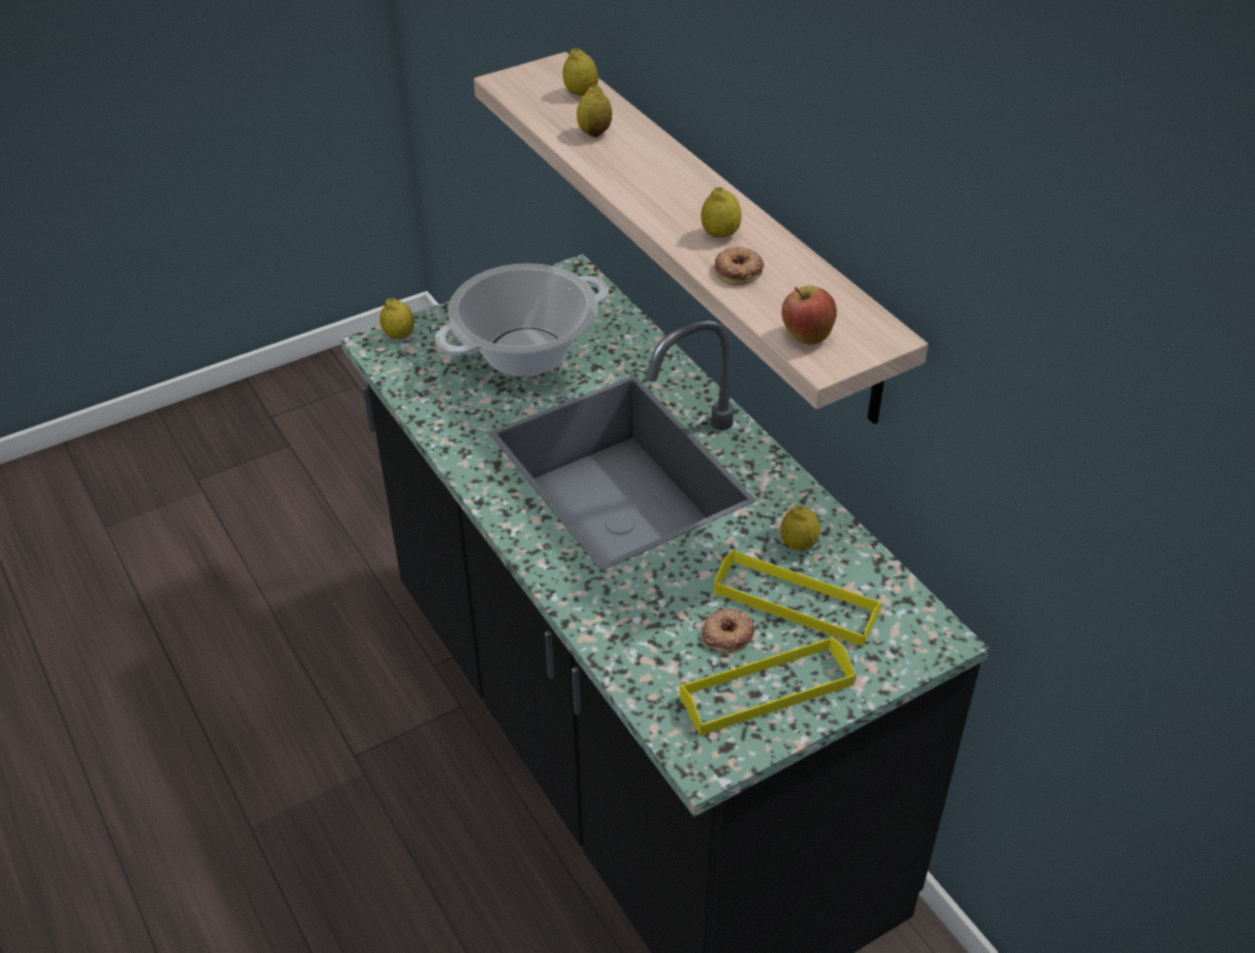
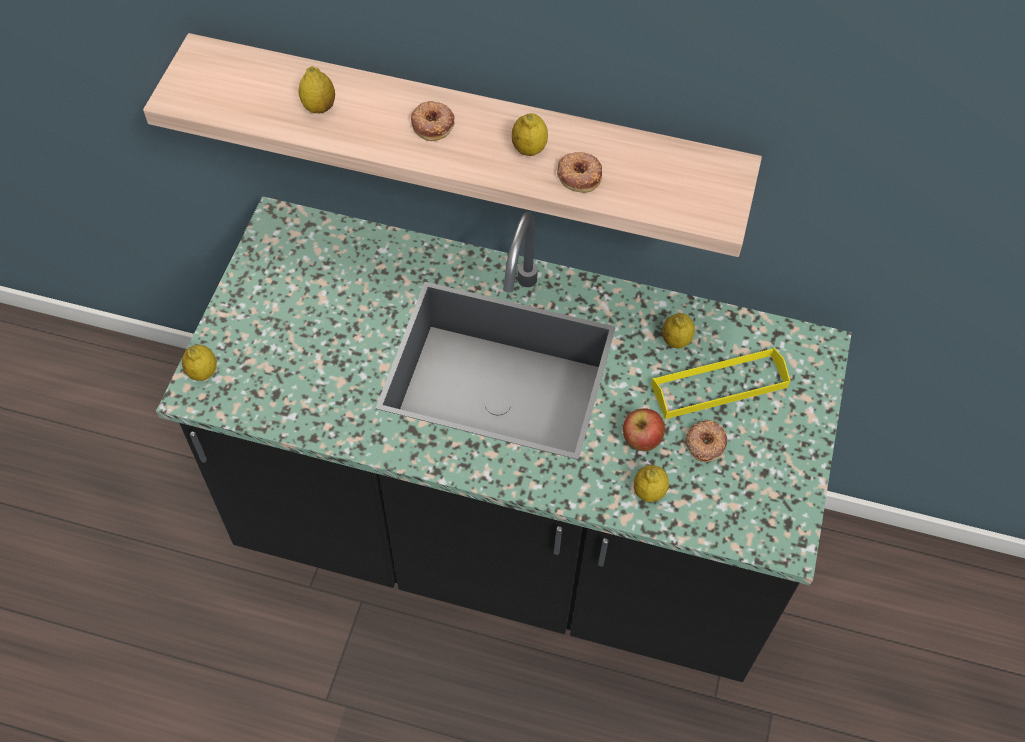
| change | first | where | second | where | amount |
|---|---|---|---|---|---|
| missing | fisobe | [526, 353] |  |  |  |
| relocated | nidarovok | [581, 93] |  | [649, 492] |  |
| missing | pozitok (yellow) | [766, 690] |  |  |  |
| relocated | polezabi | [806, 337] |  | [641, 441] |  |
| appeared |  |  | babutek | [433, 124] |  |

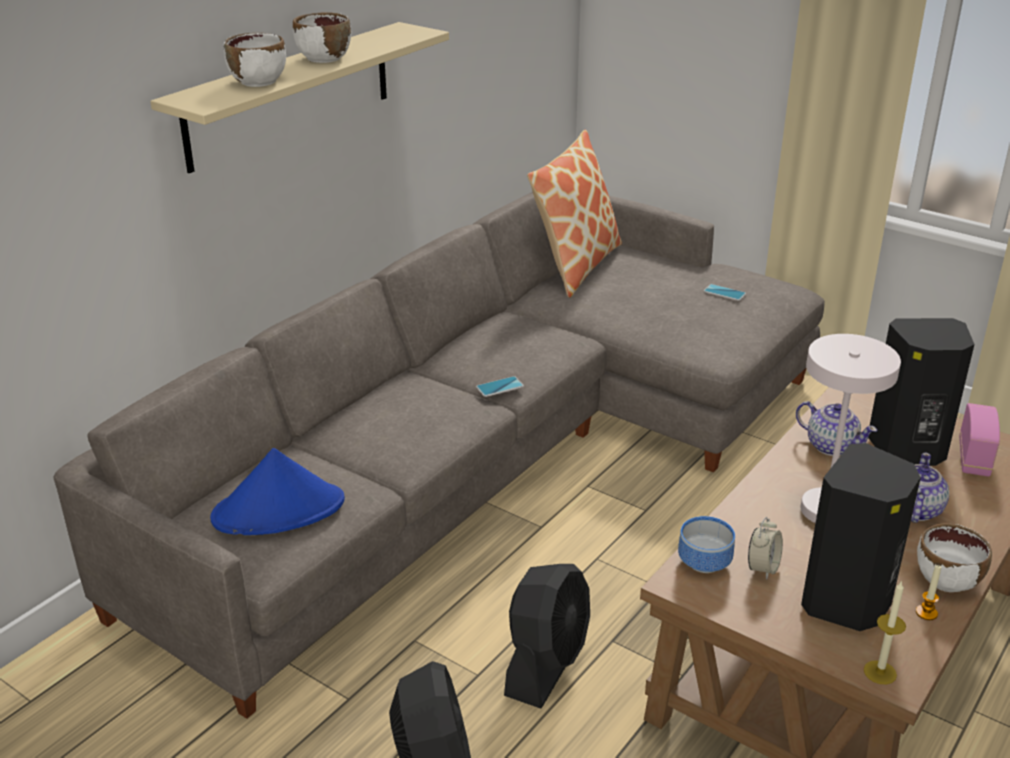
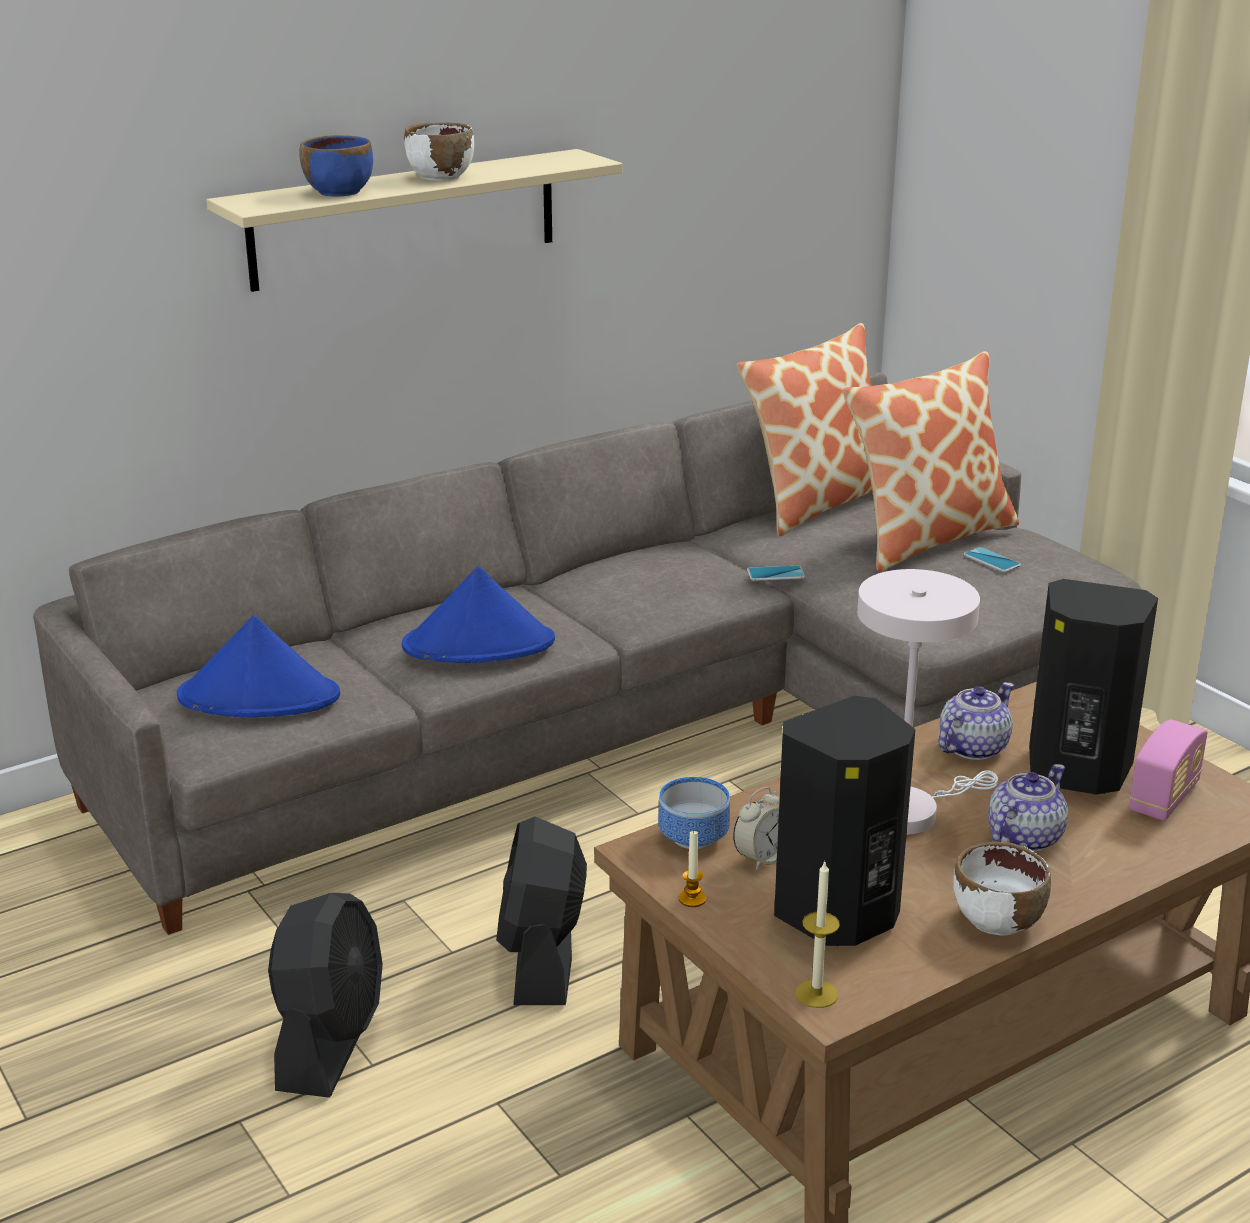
| change | first | where | second | where | amount |
|---|---|---|---|---|---|
| colour | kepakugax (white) | [258, 81] | kepakugax (blue) | [339, 192] |  |
| relocated | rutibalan | [499, 387] |  | [775, 574] |  |
| spun | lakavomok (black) | [547, 663] |  | [542, 959] | 135 degrees clockwise |
| spun | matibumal | [831, 446] |  | [972, 748] | 105 degrees counterclockwise |
| relocated | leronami | [926, 613] |  | [692, 899] |  |
| appeared |  |  | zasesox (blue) | [479, 644] |  |
| appeared |  |  | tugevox | [927, 537] |  |

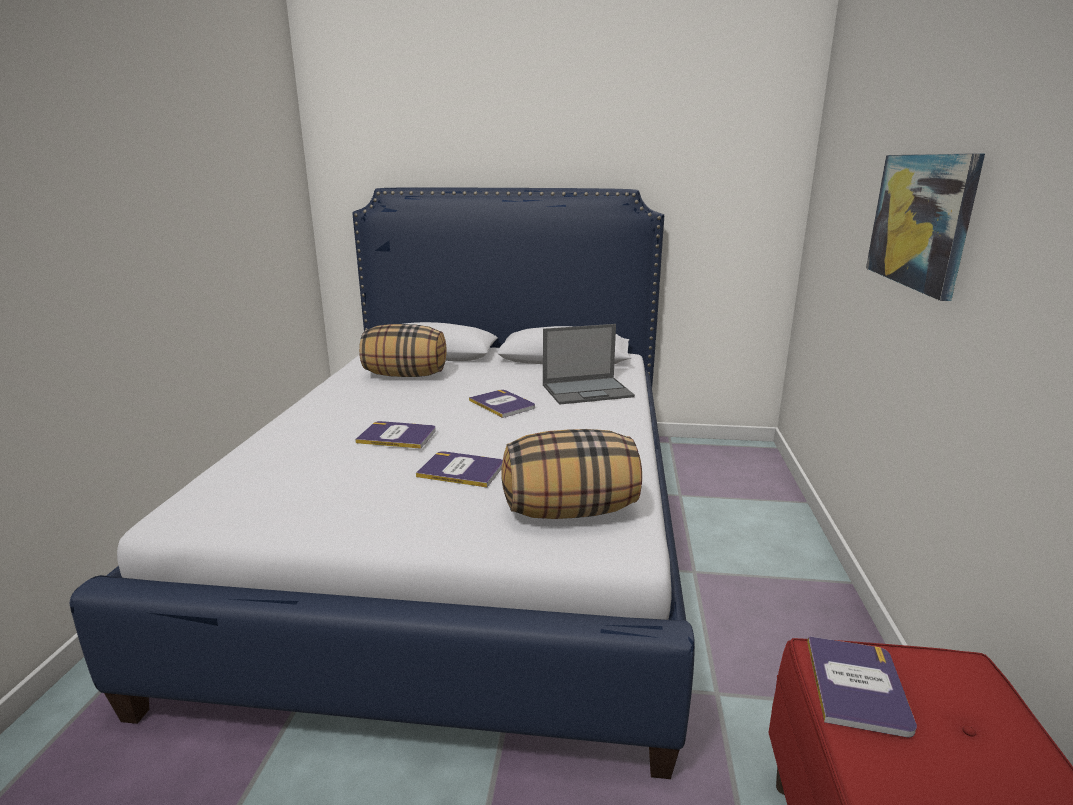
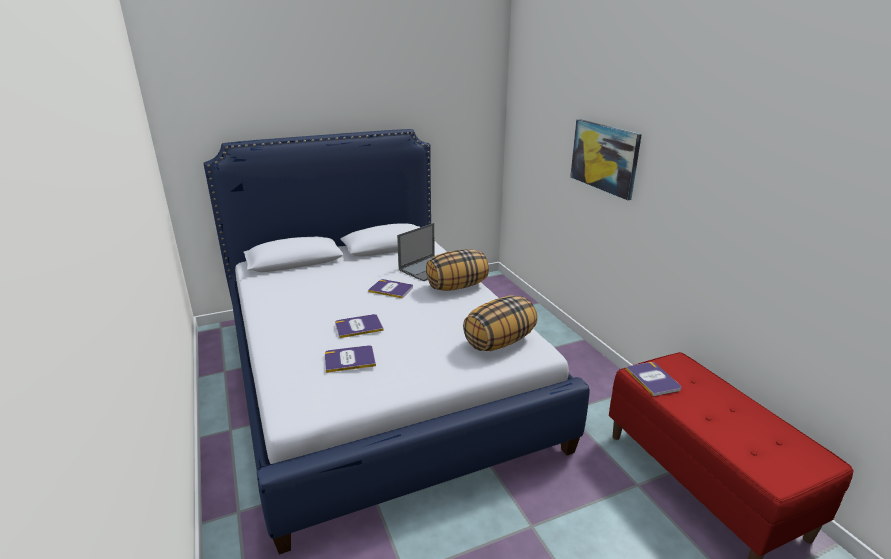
| change | first | where | second | where | amount |
|---|---|---|---|---|---|
| relocated | tugevox | [406, 375] |  | [457, 286] |  |
| relocated | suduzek | [461, 470] |  | [349, 359] |  |

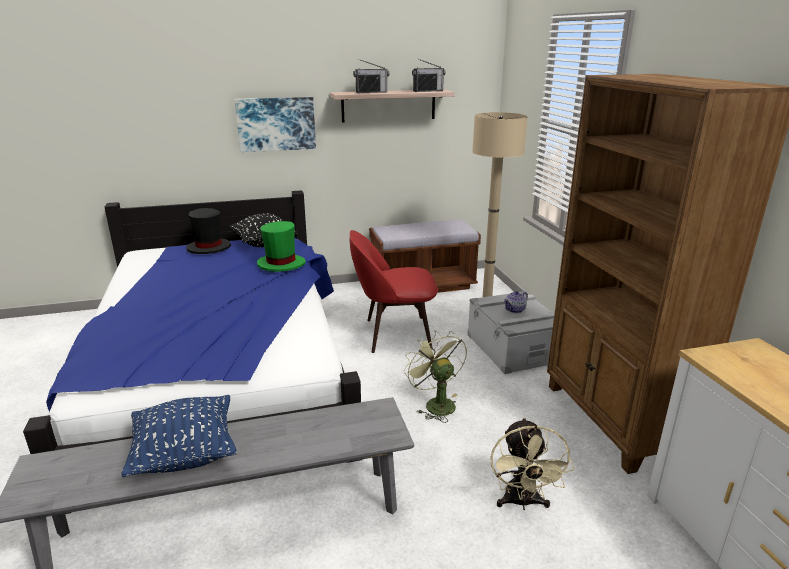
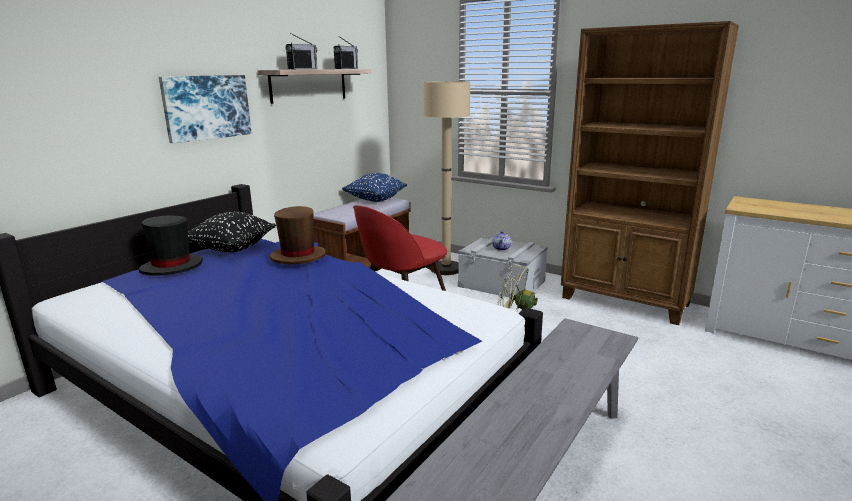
| change | first | where | second | where | amount |
|---|---|---|---|---|---|
| relocated | tugevox (blue) | [185, 454] |  | [375, 200] |  |
| colour | zasesox (green) | [281, 264] | zasesox (brown) | [298, 257] |  |
| missing | lakavomok (beige) | [522, 502] |  |  |  |

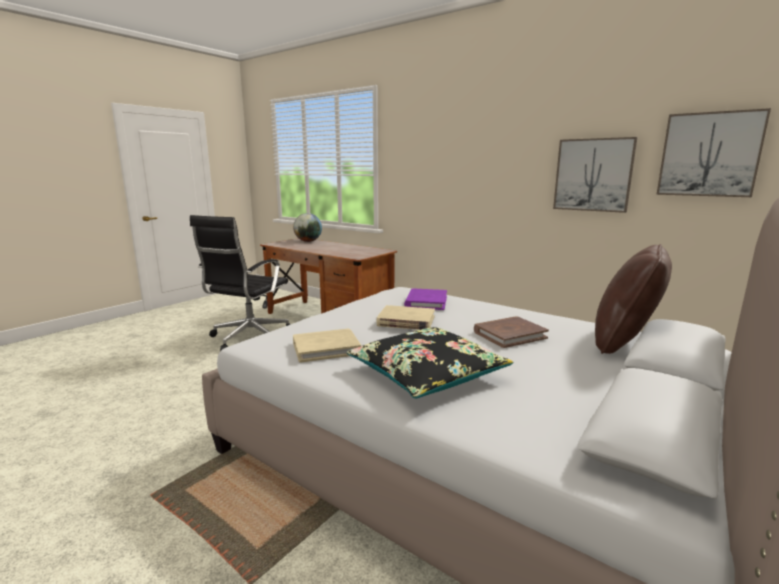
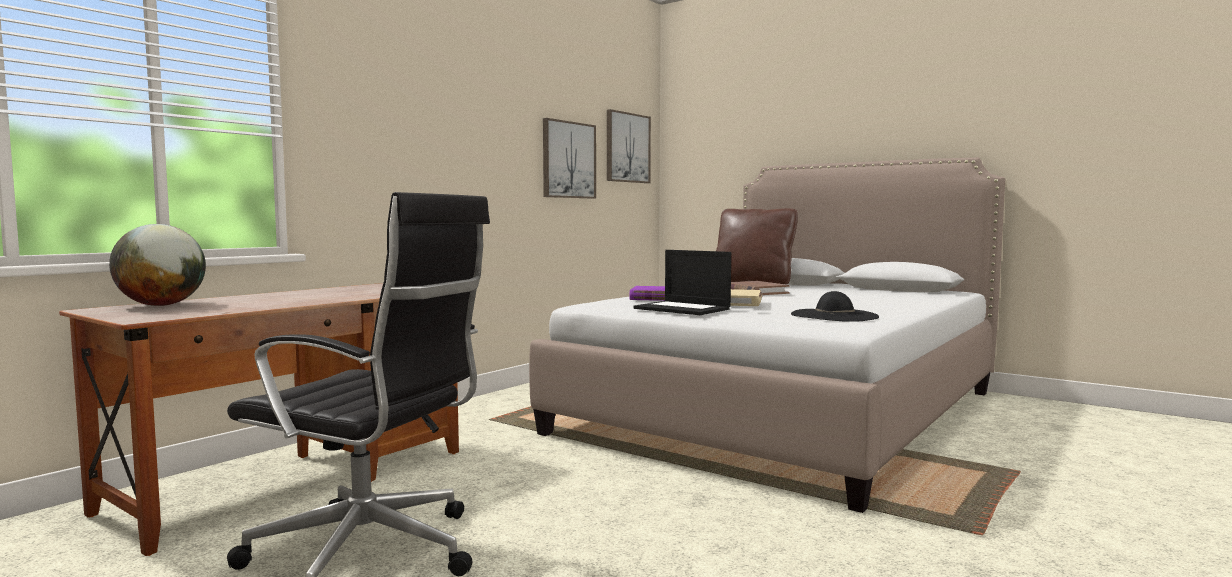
| change | first | where | second | where | amount |
|---|---|---|---|---|---|
| exchanged | suduzek (beige) | [326, 348] | zasesox (black) | [834, 315] |  |
| missing | tugevox (black) | [426, 374] |  |  |  |
| appeared |  |  | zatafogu | [683, 309] |  |

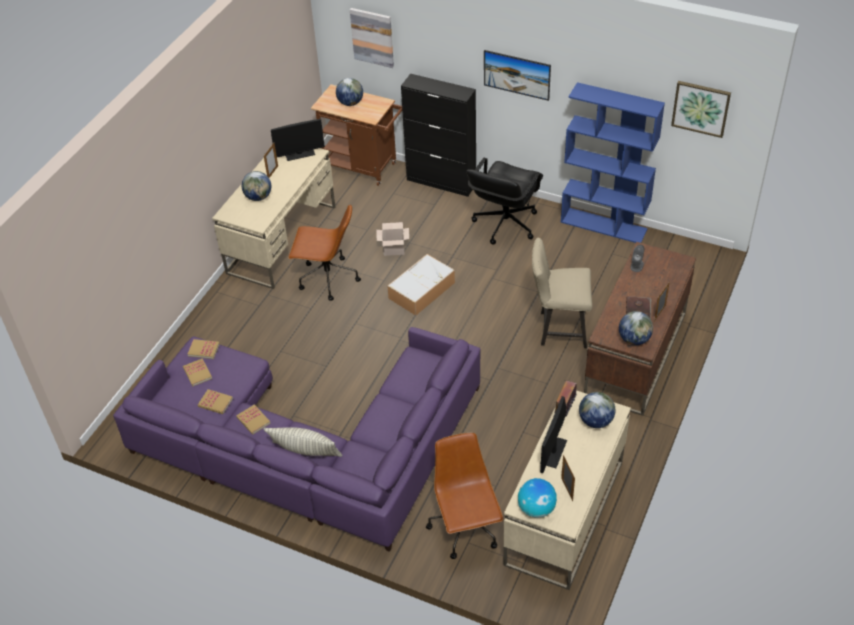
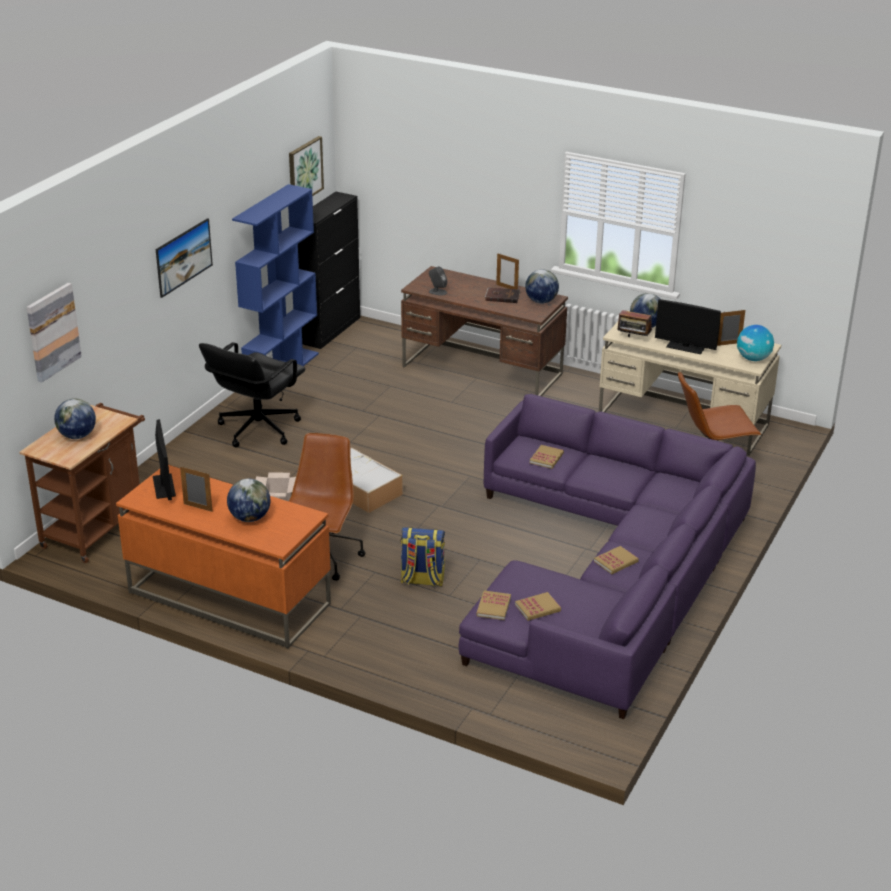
| change | first | where | second | where | amount |
|---|---|---|---|---|---|
| relocated | suduzek | [215, 402] |  | [546, 458] |  |
| colour | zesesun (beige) | [282, 239] | zesesun (orange) | [228, 598] |  |
| missing | tugevox | [305, 453] |  |  |  |
| relocated | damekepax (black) | [441, 182] |  | [330, 330] |  |
| spun | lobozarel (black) | [504, 224] |  | [257, 429] | 90 degrees clockwise |
| missing | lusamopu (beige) | [558, 329] |  |  |  |
| appeared |  |  | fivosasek | [422, 580] |  |

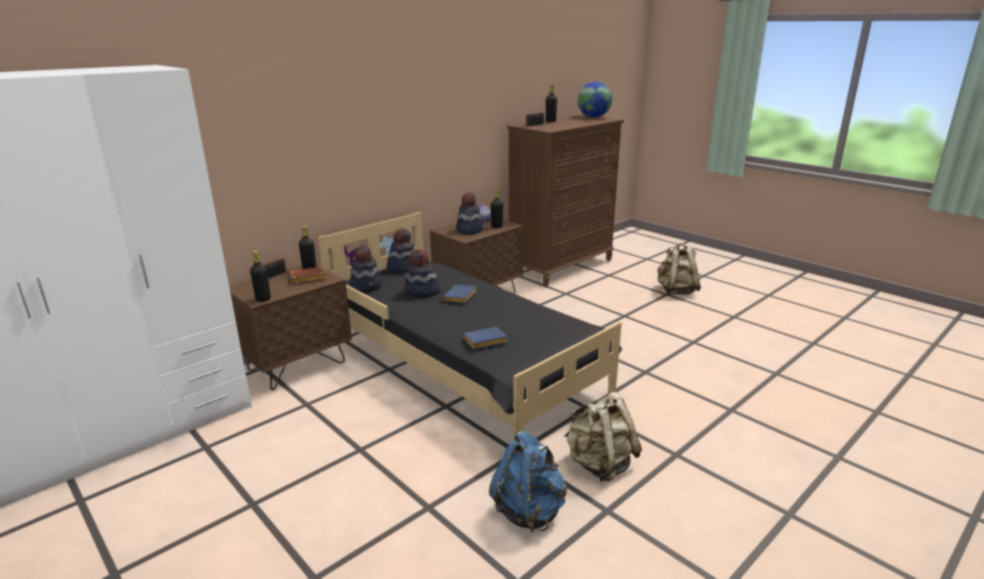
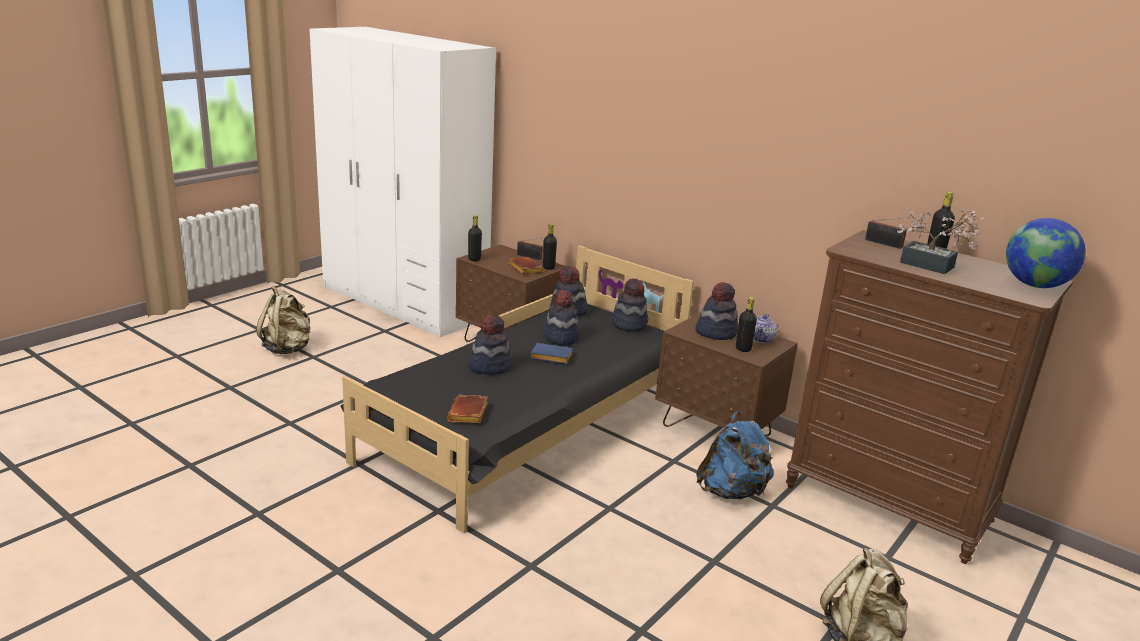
| change | first | where | second | where | amount |
|---|---|---|---|---|---|
| missing | suduzek (blue) | [484, 342] |  |  |  |
| relocated | fivosasek (blue) | [529, 511] |  | [731, 492] |  |
| relocated | fivosasek (beige) | [599, 465] |  | [288, 349] |  |
| appeared |  |  | suduzek (brown) | [469, 414] |  |
| appeared |  |  | zasesox | [489, 366] |  |
| appeared |  |  | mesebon | [933, 266] |  |

